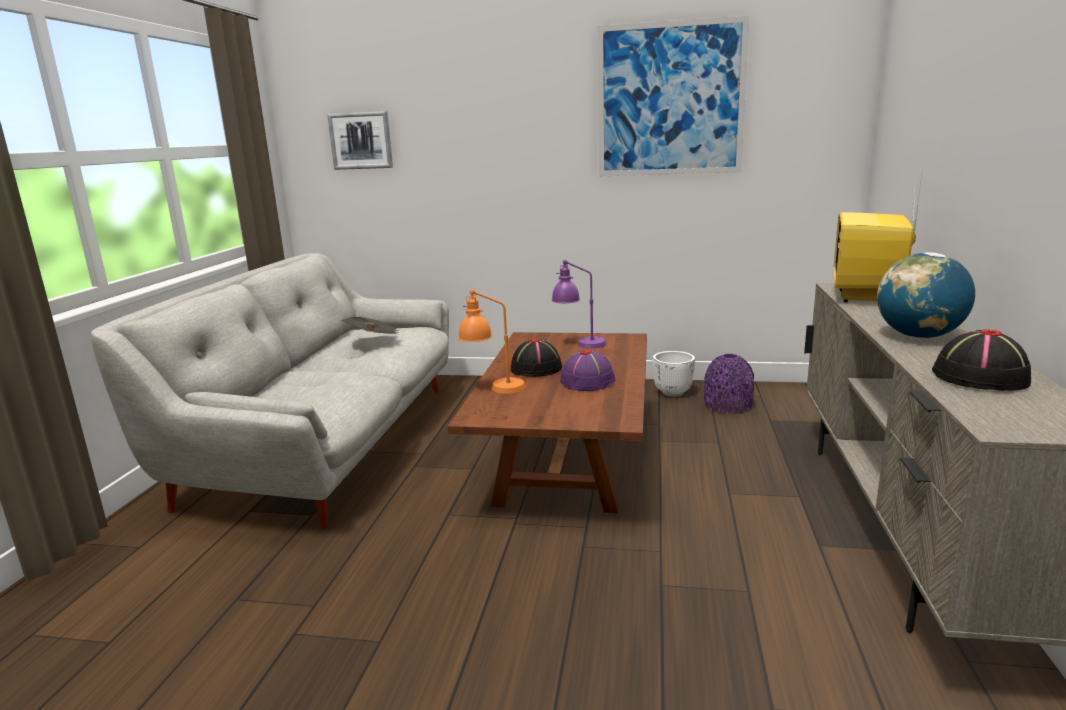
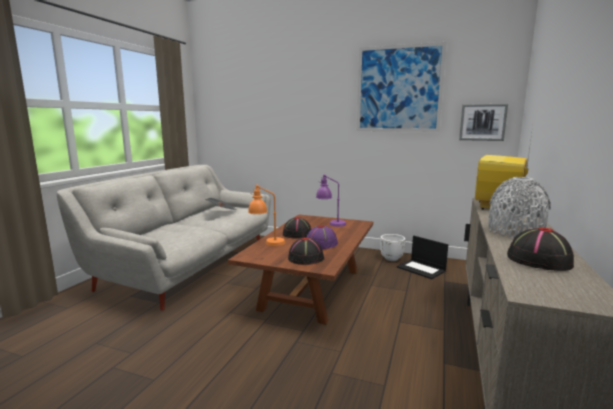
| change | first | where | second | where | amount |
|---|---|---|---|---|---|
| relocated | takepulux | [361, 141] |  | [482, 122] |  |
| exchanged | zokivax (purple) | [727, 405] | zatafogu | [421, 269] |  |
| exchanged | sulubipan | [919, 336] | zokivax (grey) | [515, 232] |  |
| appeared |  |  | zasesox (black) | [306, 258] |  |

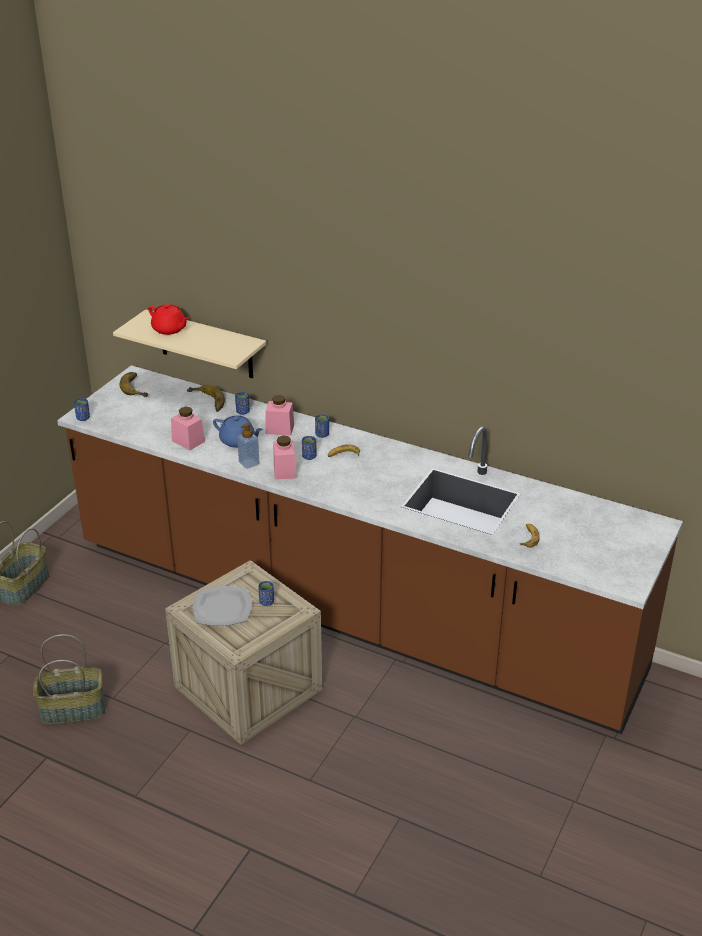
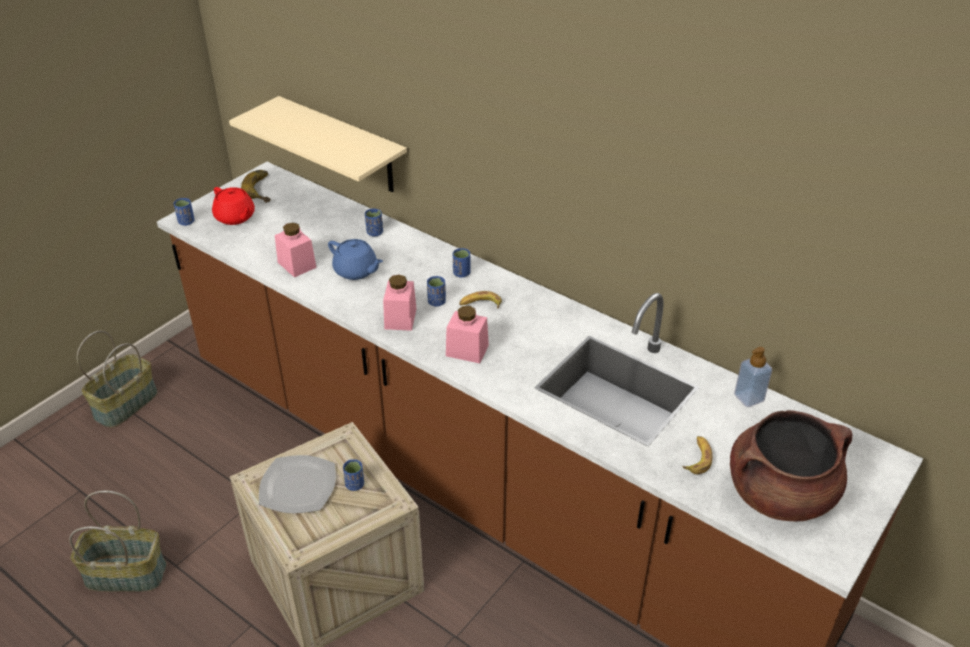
| change | first | where | second | where | amount |
|---|---|---|---|---|---|
| relocated | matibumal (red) | [169, 329] |  | [235, 217] |  |
| missing | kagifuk | [206, 402] |  |  |  |
| relocated | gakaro | [249, 463] |  | [748, 398] |  |
| relocated | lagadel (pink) | [279, 429] |  | [467, 350] |  |
| appeared |  |  | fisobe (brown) | [780, 494] |  |

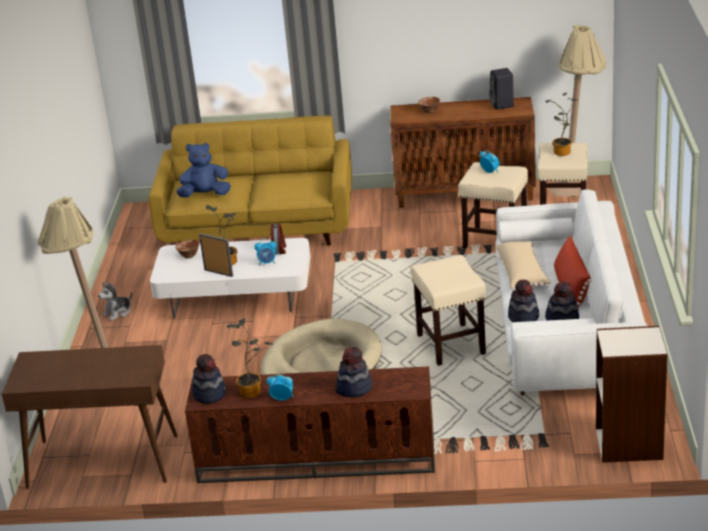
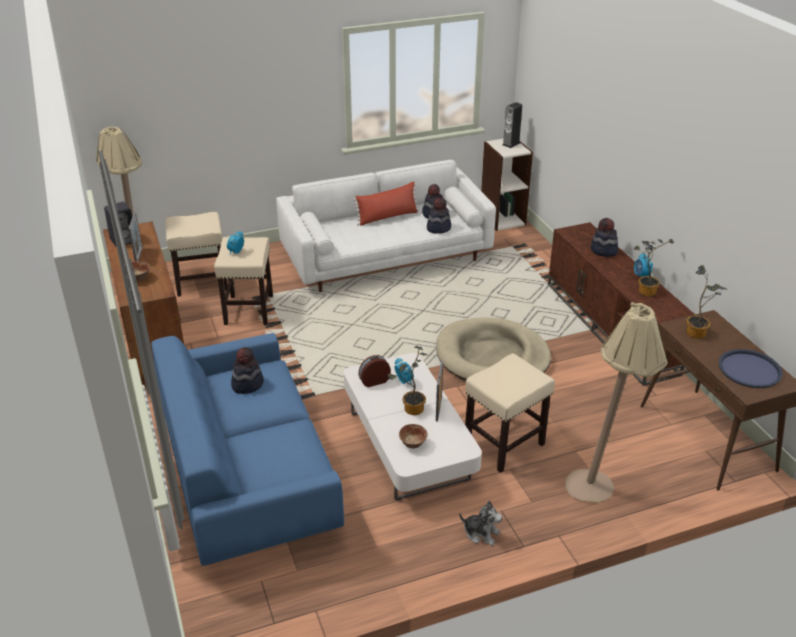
| change | first | where | second | where | amount |
|---|---|---|---|---|---|
| colour | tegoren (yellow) | [259, 227] | tegoren (blue) | [248, 478] |  |
| missing | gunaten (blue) | [205, 195] |  |  |  |
| relocated | zasesox | [210, 394] |  | [247, 384] |  |
| relocated | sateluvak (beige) | [451, 345] |  | [504, 444] |  |
| missing | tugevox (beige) | [522, 275] |  |  |  |
| relocated | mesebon | [562, 153] |  | [698, 332] |  |
| appeared |  |  | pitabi | [139, 256] |  |
| appeared |  |  | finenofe | [511, 144] |  |
| appeared |  |  | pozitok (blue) | [749, 369] |  |

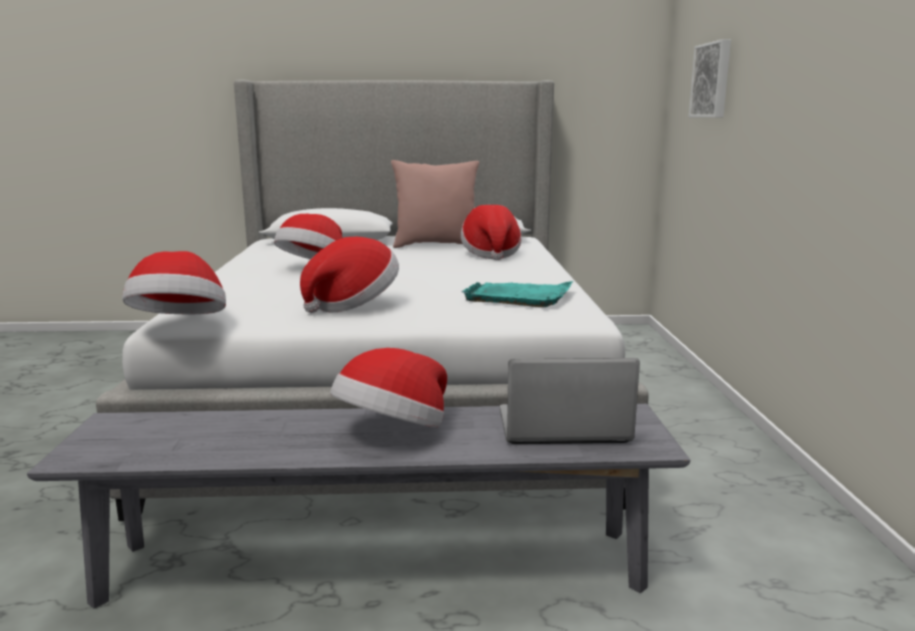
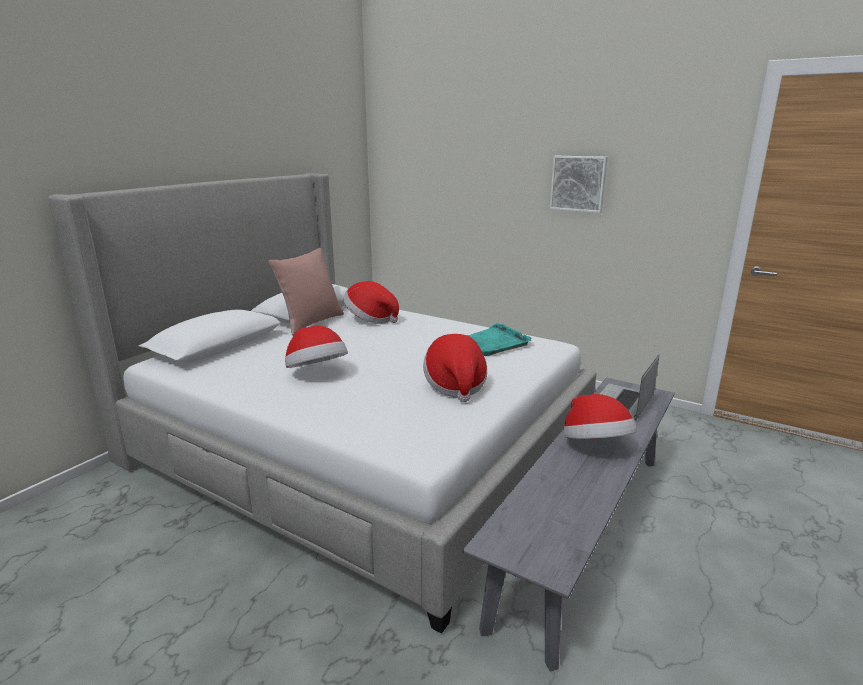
| change | first | where | second | where | amount |
|---|---|---|---|---|---|
| missing | zasesox | [180, 324] |  |  |  |
| relocated | takepulux | [712, 80] |  | [578, 183] |  |

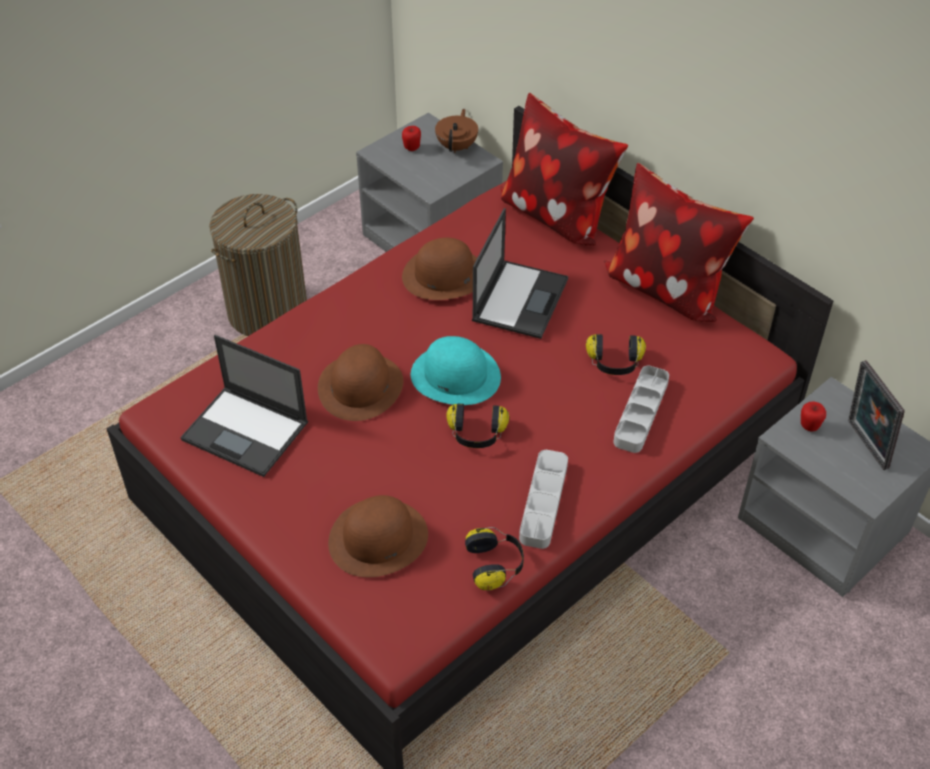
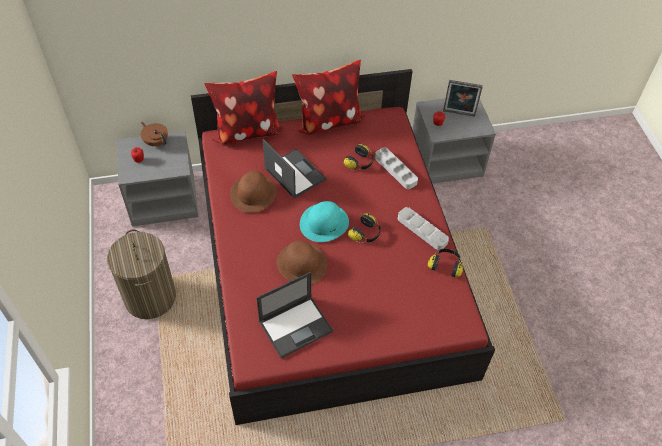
| change | first | where | second | where | amount |
|---|---|---|---|---|---|
| missing | zasesox (brown) | [378, 538] |  |  |  |

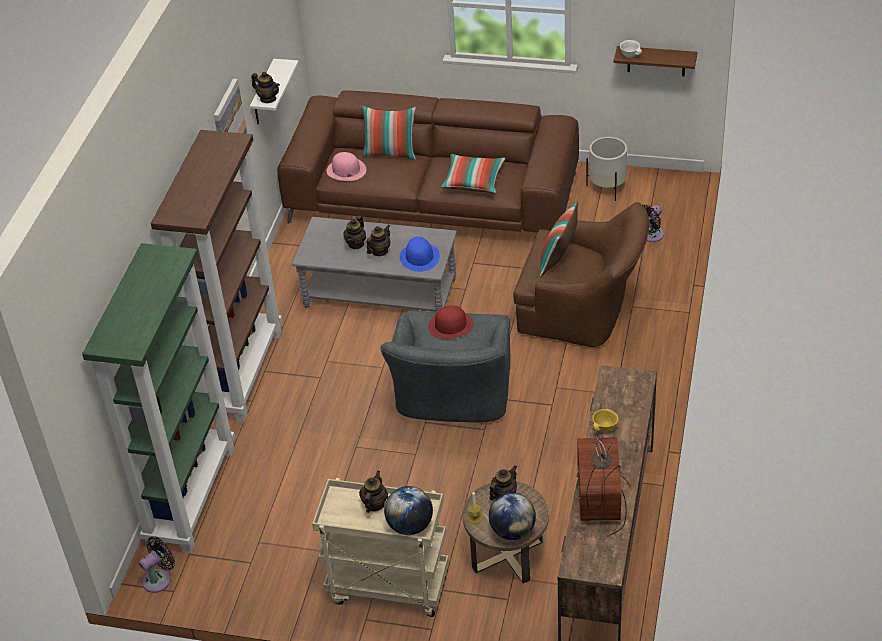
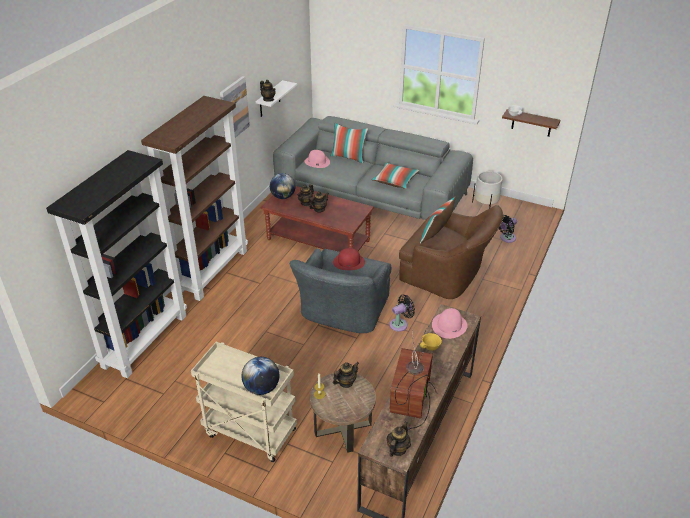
| change | first | where | second | where | amount |
|---|---|---|---|---|---|
| colour | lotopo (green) | [191, 495] | lotopo (black) | [145, 340] |  |
| relocated | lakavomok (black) | [159, 579] |  | [400, 324] |  |
| colour | tegoren (brown) | [433, 198] | tegoren (grey) | [371, 193] |  |
| colour | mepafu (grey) | [380, 293] | mepafu (brown) | [318, 240] |  |
| relocated | matibumal | [374, 504] |  | [397, 449] |  |
| missing | zasesox (blue) | [419, 257] |  |  |  |
| relocated | sulubipan | [512, 531] |  | [283, 197] |  |
| appeared |  |  | zasesox (pink) | [449, 325] |  |

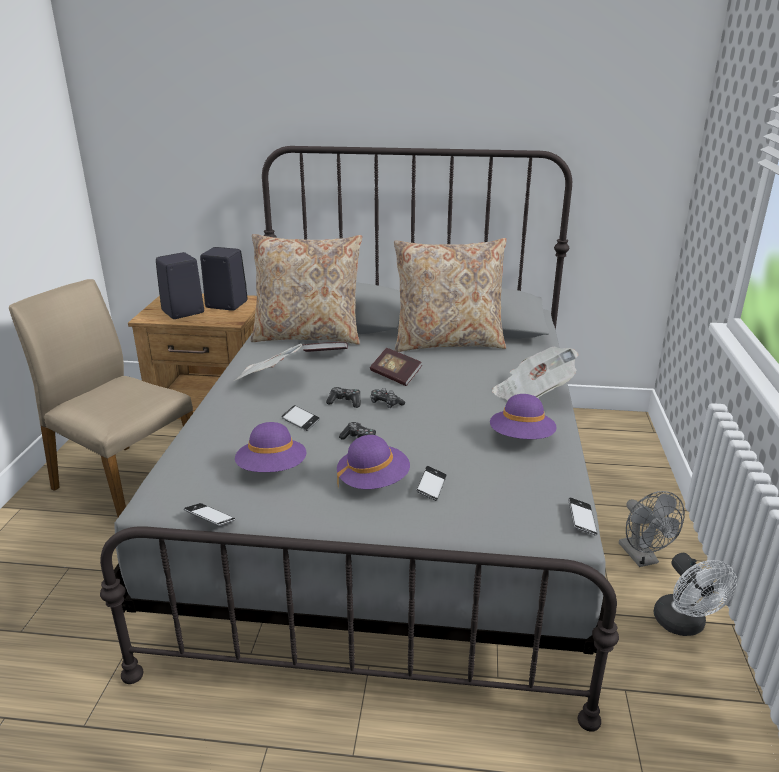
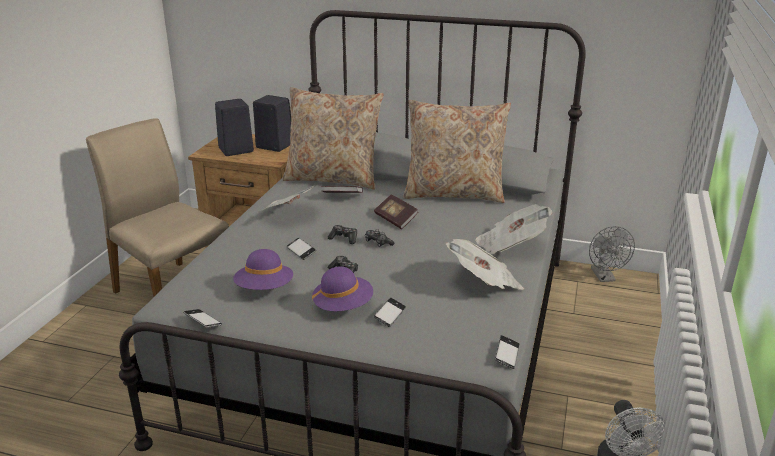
| change | first | where | second | where | amount |
|---|---|---|---|---|---|
| exchanged | zasesox (purple) | [521, 438] | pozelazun | [484, 283] |  |
| relocated | lakavomok (grey) | [642, 558] |  | [605, 277] |  |

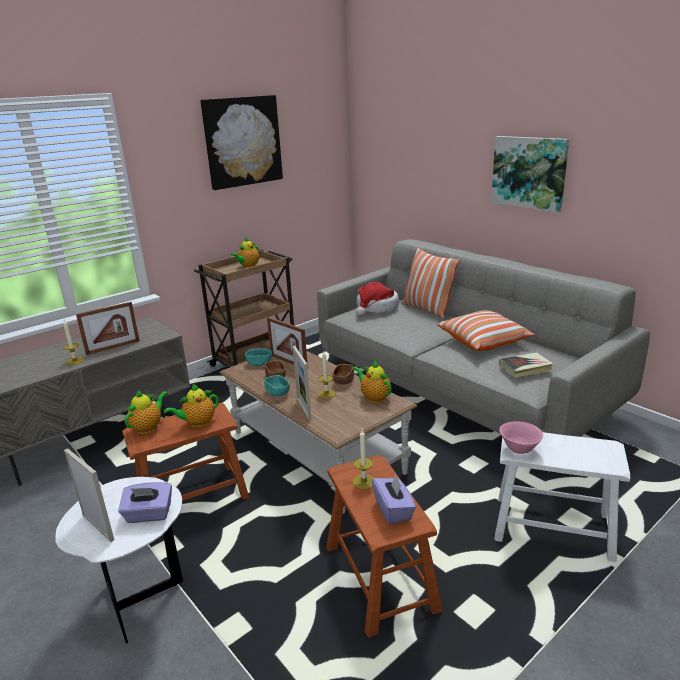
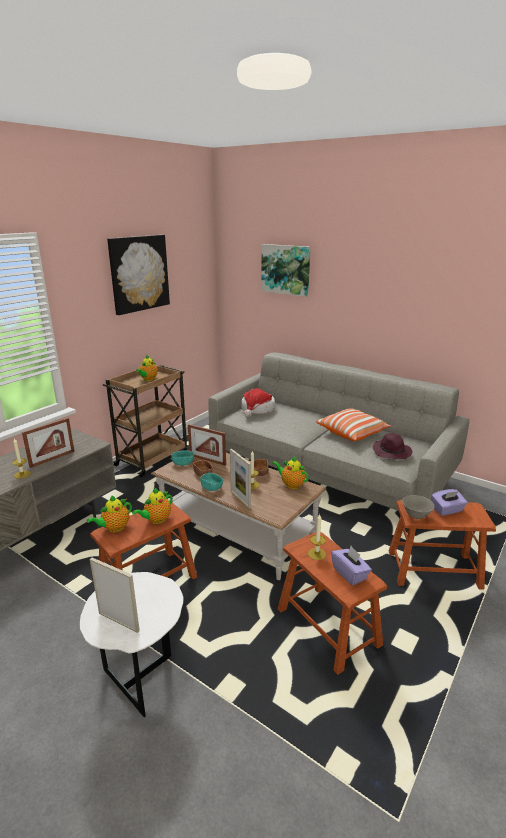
| change | first | where | second | where | amount |
|---|---|---|---|---|---|
| relocated | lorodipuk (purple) | [149, 514] |  | [447, 510] |  |
| spun | matibumal | [148, 427] |  | [114, 528] | 150 degrees counterclockwise |
| missing | tugevox | [427, 309] |  |  |  |
| relocated | takepulux | [529, 172] |  | [286, 269] |  |
| colour | sateluvak (white) | [552, 527] | sateluvak (brown) | [433, 569] |  |
| exchanged | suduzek | [525, 368] | zasesox (purple) | [392, 452] |  |
| colour | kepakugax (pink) | [519, 449] | kepakugax (grey) | [416, 516] |  |

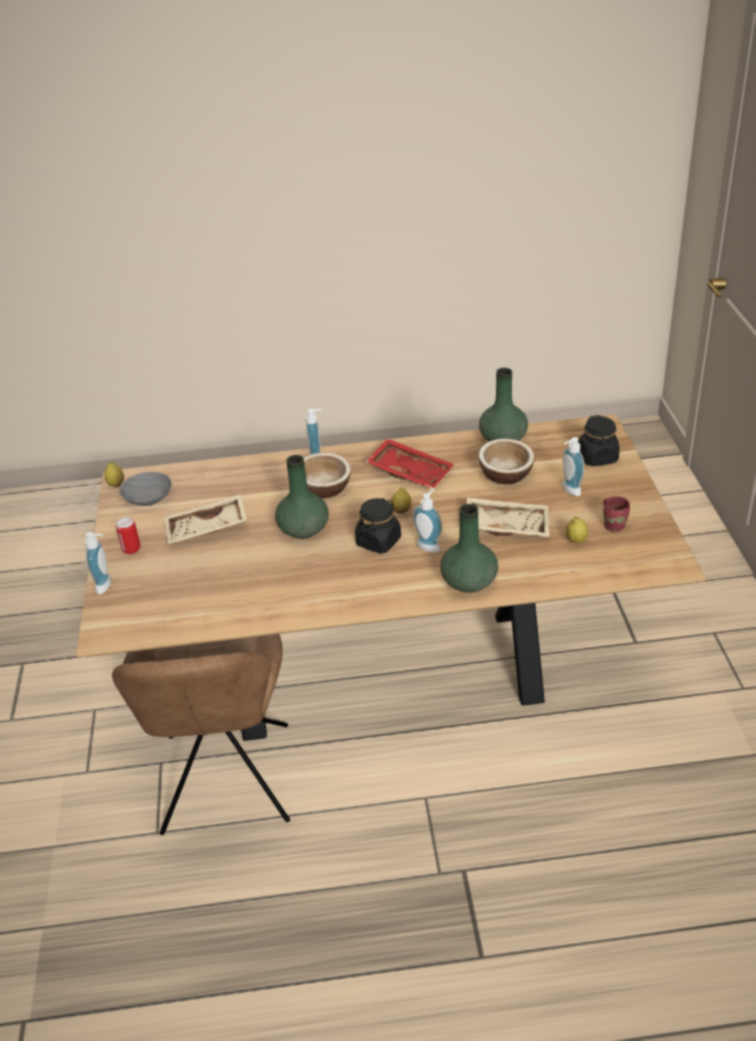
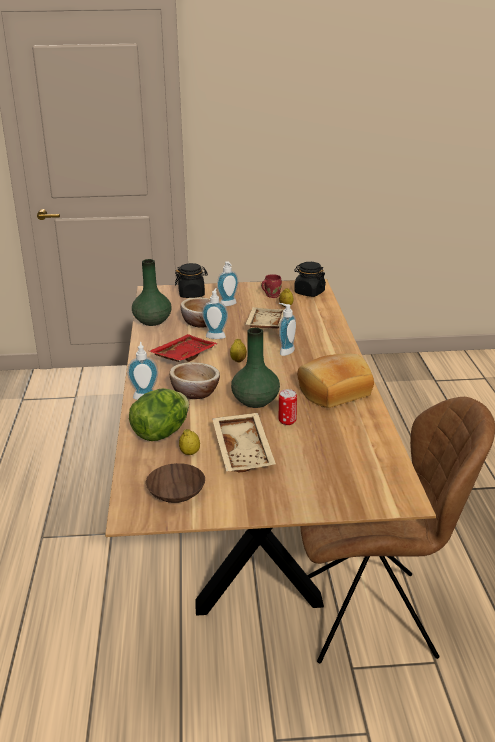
| change | first | where | second | where | amount |
|---|---|---|---|---|---|
| relocated | gakaro | [106, 585] |  | [216, 336] |  |
| relocated | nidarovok | [116, 484] |  | [190, 453] |  |
| relocated | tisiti | [131, 549] |  | [287, 421] |  |
| colour | kepakugax (grey) | [149, 497] | kepakugax (brown) | [176, 492] |  |
| relocated | lagadel (black) | [378, 541] |  | [309, 292] |  |
| missing | zokivax (green) | [468, 582] |  |  |  |
| appeared |  |  | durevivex | [161, 433] |  |
| appeared |  |  | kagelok | [333, 391] |  |

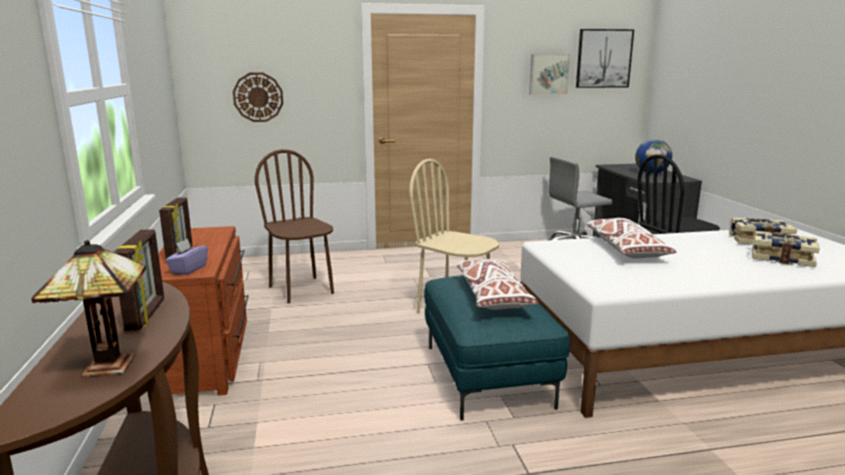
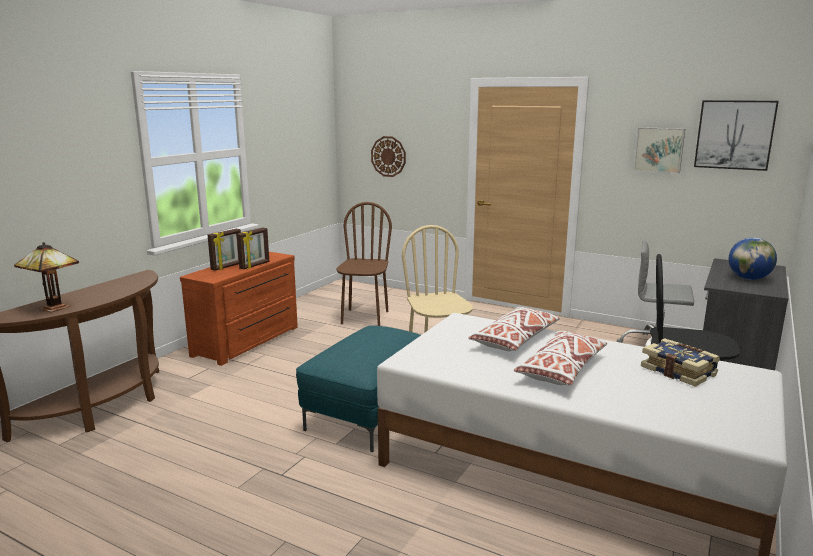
| change | first | where | second | where | amount |
|---|---|---|---|---|---|
| relocated | pitabi | [147, 315] |  | [255, 265] |  |
| missing | lorodipuk (purple) | [188, 269] |  |  |  |
| relocated | tugevox (white) | [492, 295] |  | [562, 369] |  |
| missing | suduzek | [782, 258] |  |  |  |

